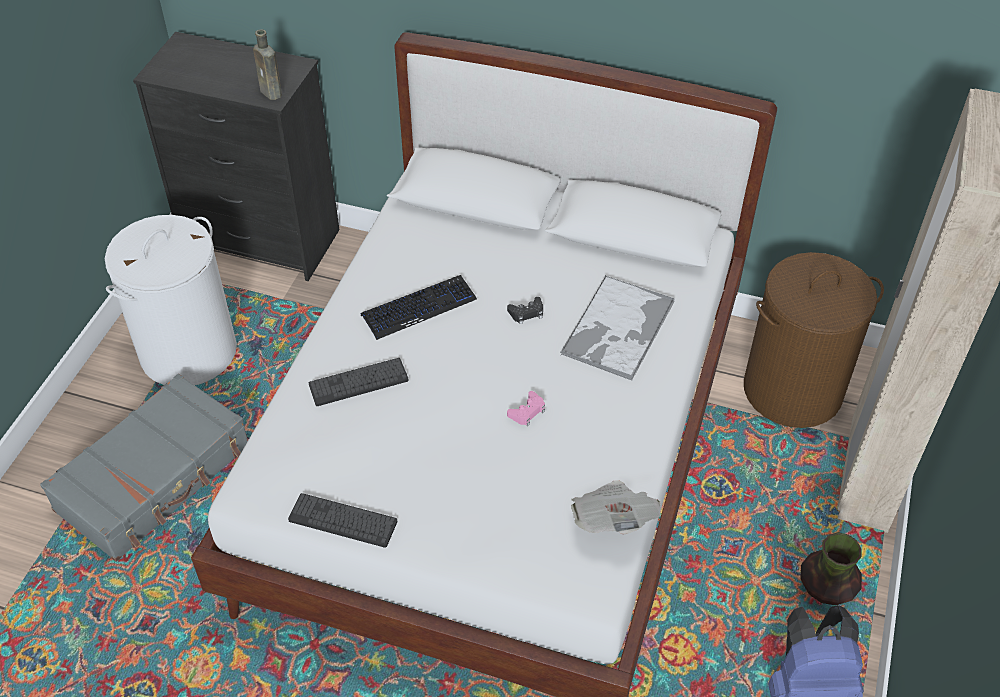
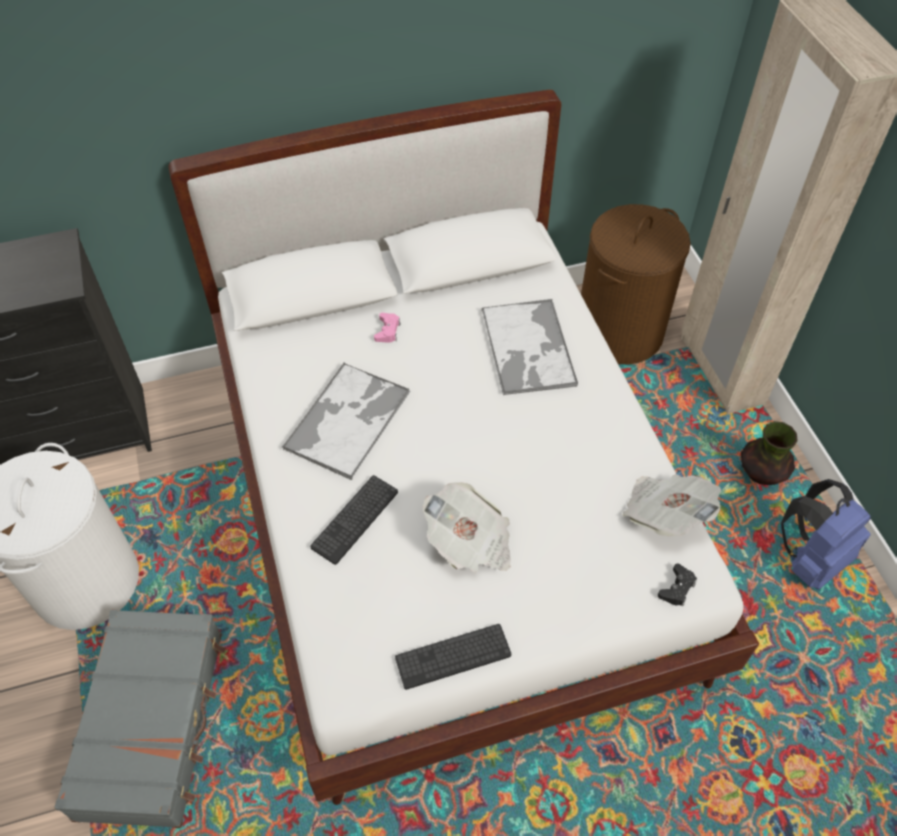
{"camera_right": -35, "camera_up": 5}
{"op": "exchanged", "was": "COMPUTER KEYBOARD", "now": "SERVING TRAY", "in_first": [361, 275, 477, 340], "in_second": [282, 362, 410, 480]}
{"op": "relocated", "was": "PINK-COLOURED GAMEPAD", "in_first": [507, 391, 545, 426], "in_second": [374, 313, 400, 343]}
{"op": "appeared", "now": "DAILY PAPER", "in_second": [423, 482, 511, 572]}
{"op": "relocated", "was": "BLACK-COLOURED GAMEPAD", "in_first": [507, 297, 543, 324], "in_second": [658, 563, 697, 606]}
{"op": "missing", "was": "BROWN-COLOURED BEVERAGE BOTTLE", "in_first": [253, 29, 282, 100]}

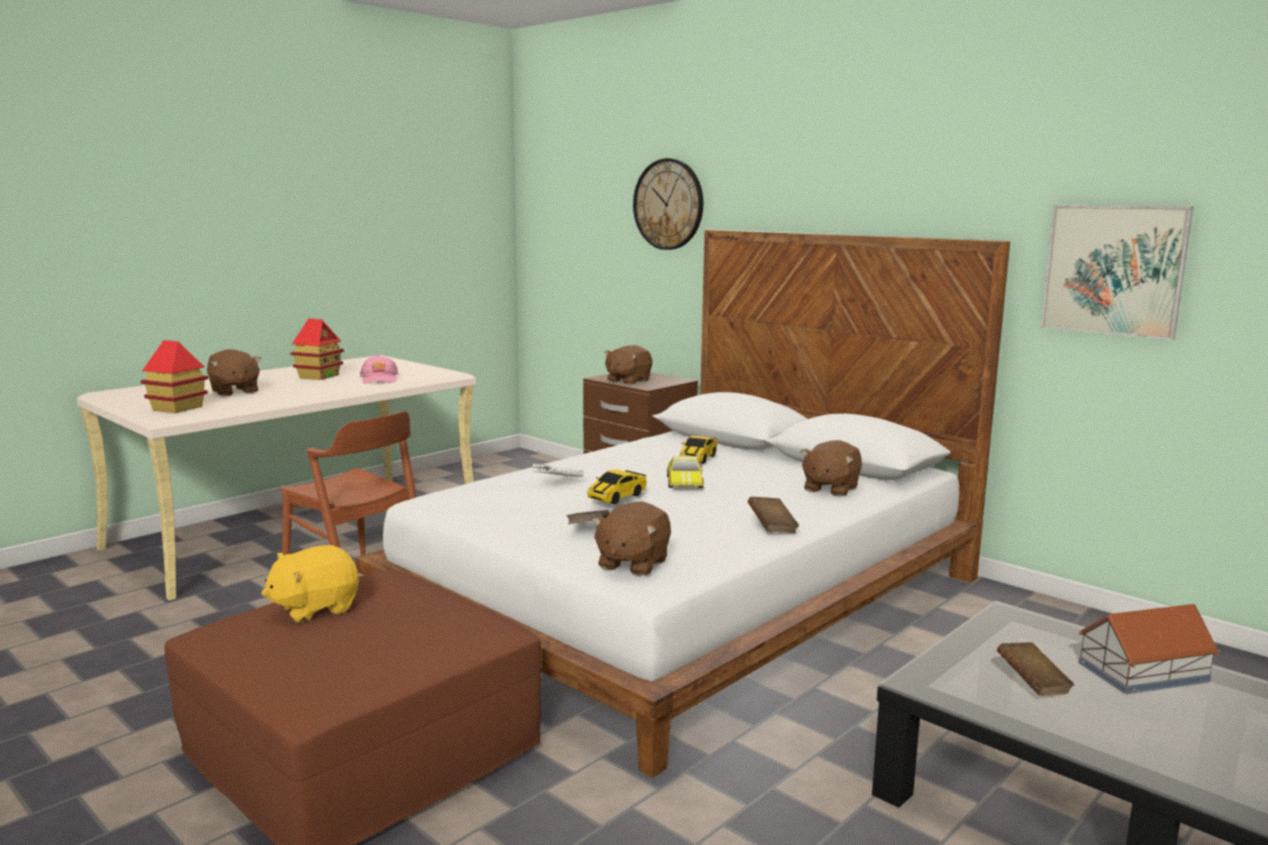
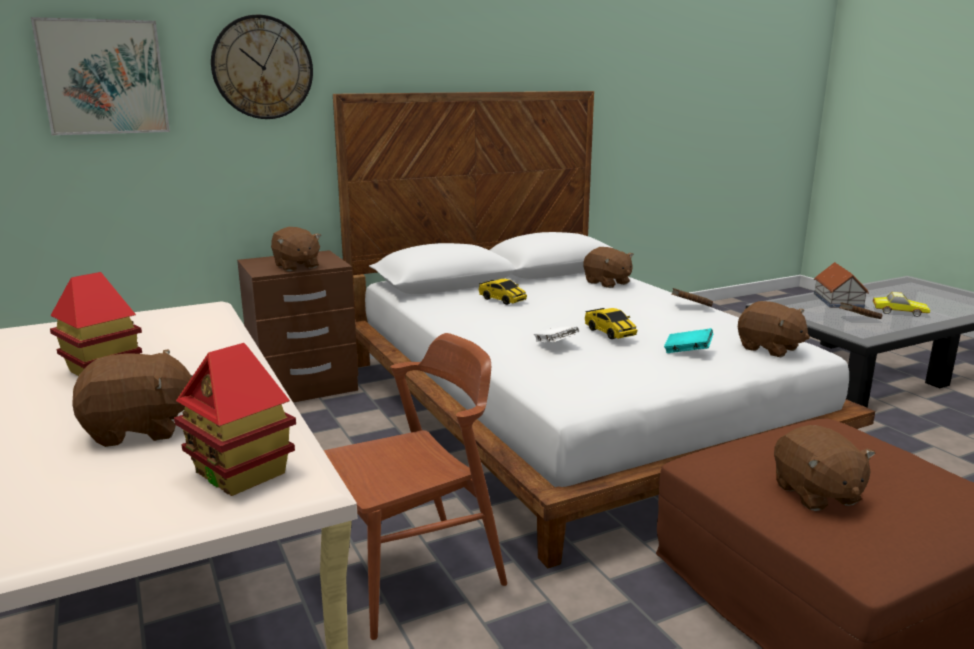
{"camera_right": -70, "camera_up": 5}
{"op": "relocated", "was": "WALL ART", "in_first": [1040, 205, 1194, 340], "in_second": [31, 17, 170, 135]}
{"op": "colour", "was": "BROWN-COLOURED BOOK", "now": "BLUE-GREEN BOOK", "in_first": [566, 510, 610, 524], "in_second": [664, 328, 713, 353]}
{"op": "colour", "was": "YELLOWISH SOFT TOY", "now": "BROWN-COLOURED SOFT TOY", "in_first": [261, 545, 359, 623], "in_second": [774, 425, 875, 511]}
{"op": "relocated", "was": "TOY CAR", "in_first": [667, 456, 704, 488], "in_second": [873, 292, 930, 317]}
{"op": "missing", "was": "PINK-COLOURED CAP", "in_first": [360, 355, 399, 384]}

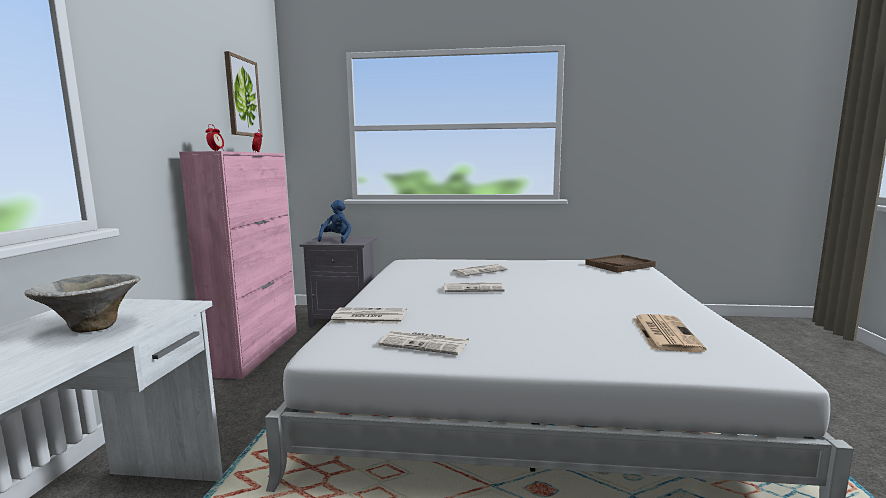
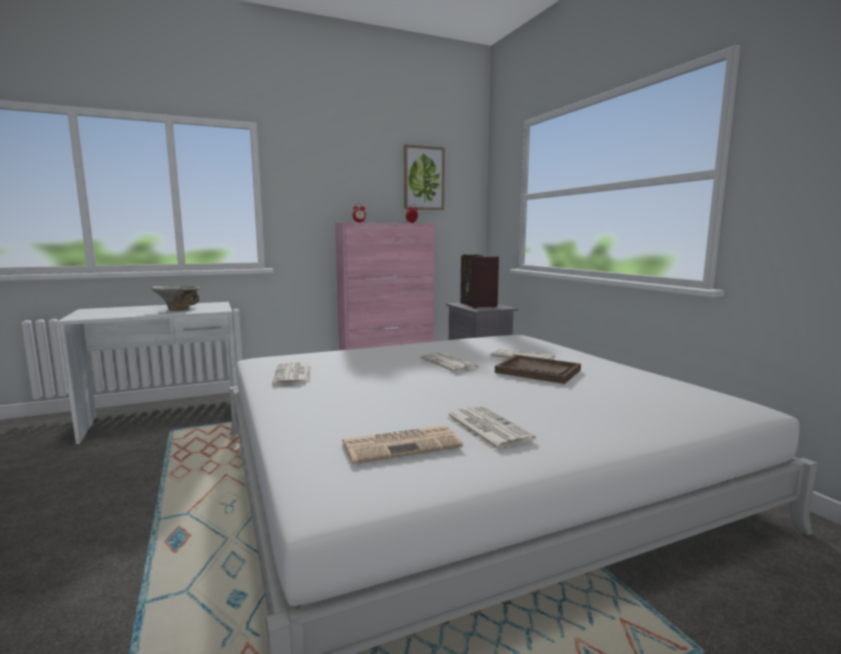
{"camera_right": 60, "camera_up": 0}
{"op": "relocated", "was": "DAILY PAPER", "in_first": [330, 307, 406, 324], "in_second": [445, 406, 536, 451]}
{"op": "exchanged", "was": "BLUISH SOFT TOY", "now": "RADIO RECEIVER", "in_first": [318, 200, 351, 243], "in_second": [460, 254, 499, 308]}
{"op": "relocated", "was": "BROWN-COLOURED SERVING TRAY", "in_first": [585, 254, 656, 273], "in_second": [495, 355, 581, 384]}

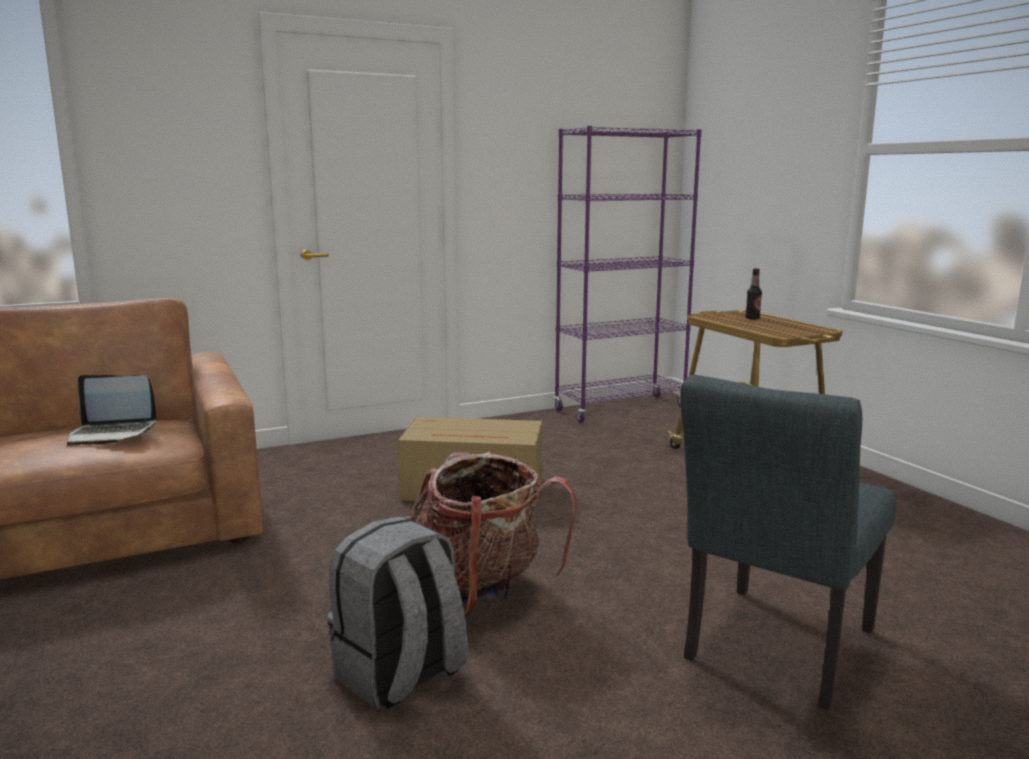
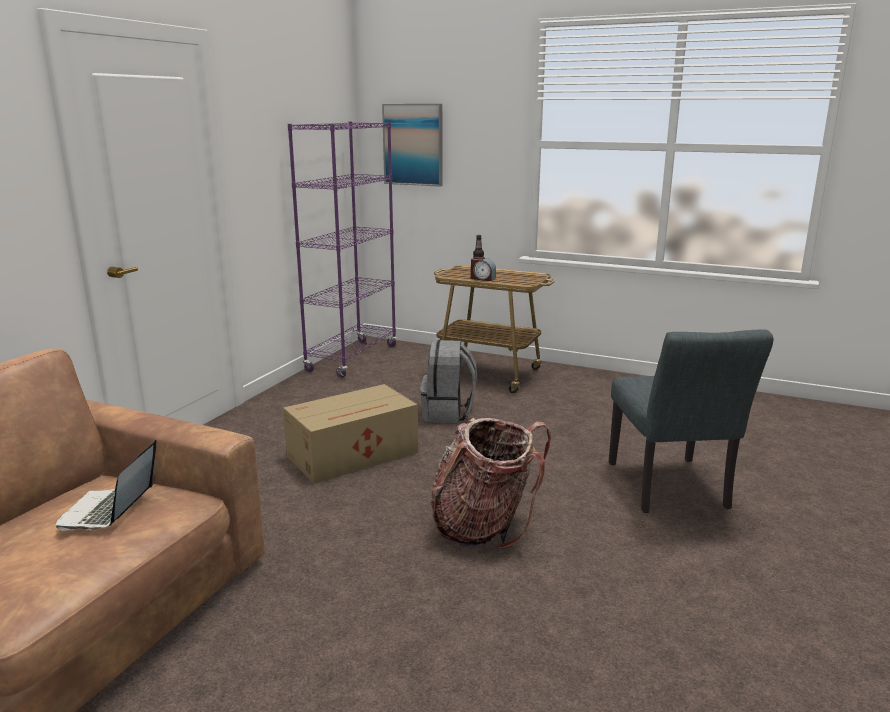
{"camera_right": -40, "camera_up": 5}
{"op": "spun", "was": "LAPTOP", "in_first": [67, 375, 157, 446], "in_second": [56, 440, 157, 530], "clockwise": 135}
{"op": "appeared", "now": "WALL ART", "in_second": [382, 104, 442, 187]}
{"op": "relocated", "was": "GRAY BACKPACK", "in_first": [328, 516, 468, 709], "in_second": [420, 340, 477, 423]}
{"op": "appeared", "now": "ALARM CLOCK", "in_second": [471, 257, 496, 281]}

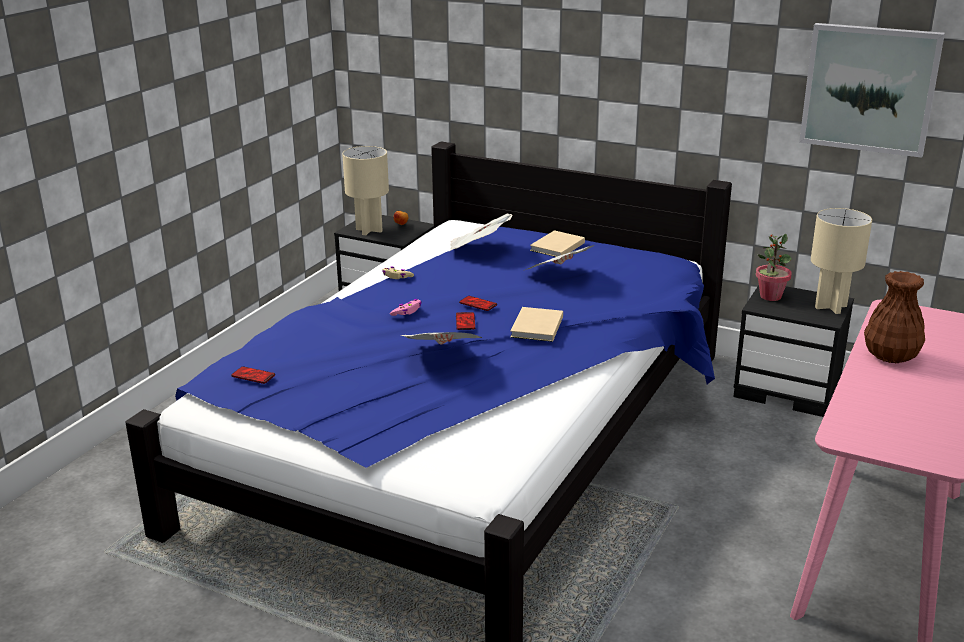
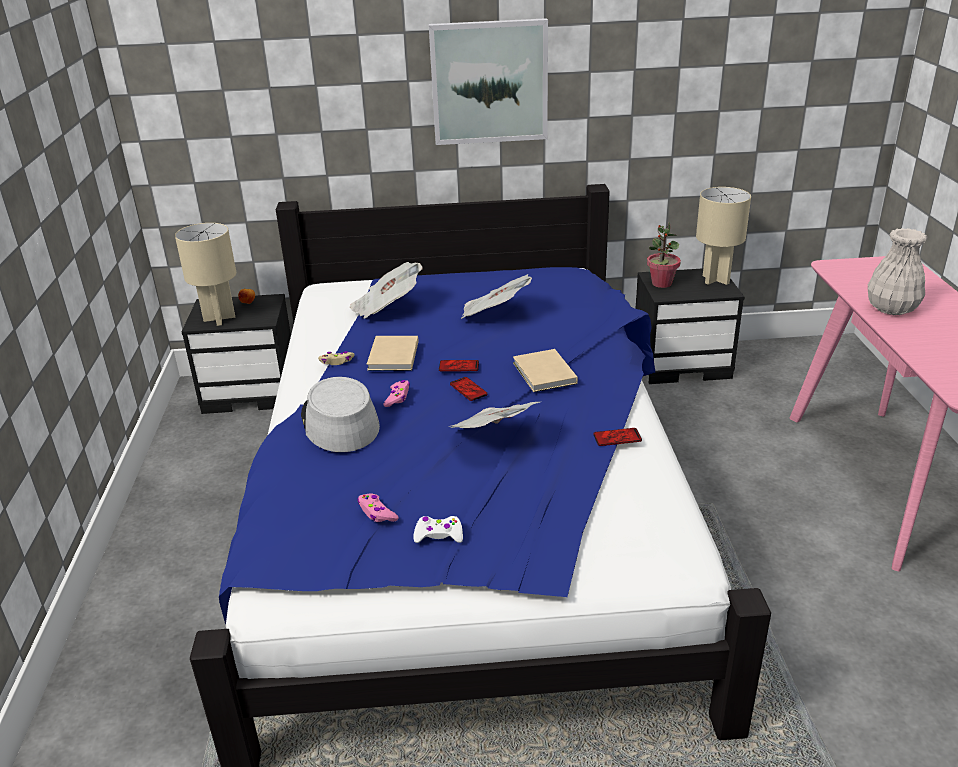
{"camera_right": -30, "camera_up": 5}
{"op": "appeared", "now": "GRAY HAT", "in_second": [301, 377, 380, 452]}
{"op": "appeared", "now": "PINK-COLOURED GAMEPAD", "in_second": [357, 494, 399, 522]}
{"op": "relocated", "was": "BEIGE-COLOURED BOOK", "in_first": [530, 230, 585, 257], "in_second": [367, 336, 418, 371]}
{"op": "appeared", "now": "WHITE-COLOURED GAMEPAD", "in_second": [413, 516, 463, 543]}
{"op": "relocated", "was": "WALL ART", "in_first": [799, 23, 945, 158], "in_second": [429, 18, 548, 145]}
{"op": "relocated", "was": "HANDSET", "in_first": [231, 366, 275, 384], "in_second": [593, 428, 642, 446]}
{"op": "colour", "was": "BROWN-COLOURED FLOWER VASE", "now": "WHITE-COLOURED FLOWER VASE", "in_first": [864, 271, 925, 363], "in_second": [867, 228, 927, 315]}

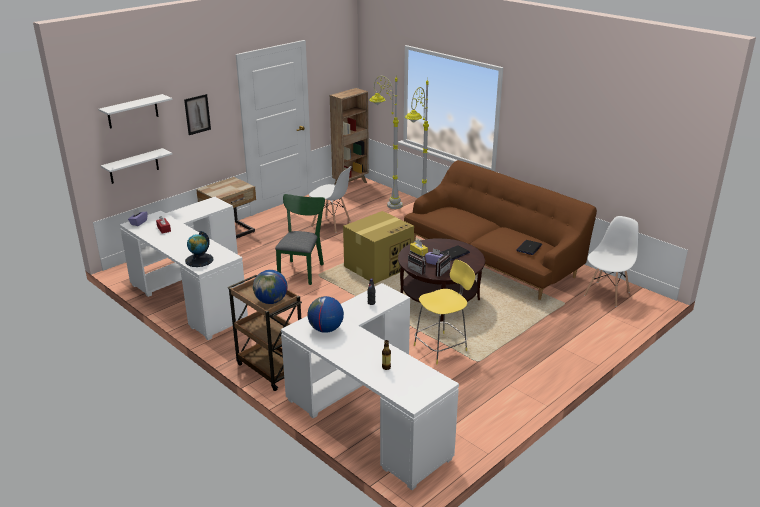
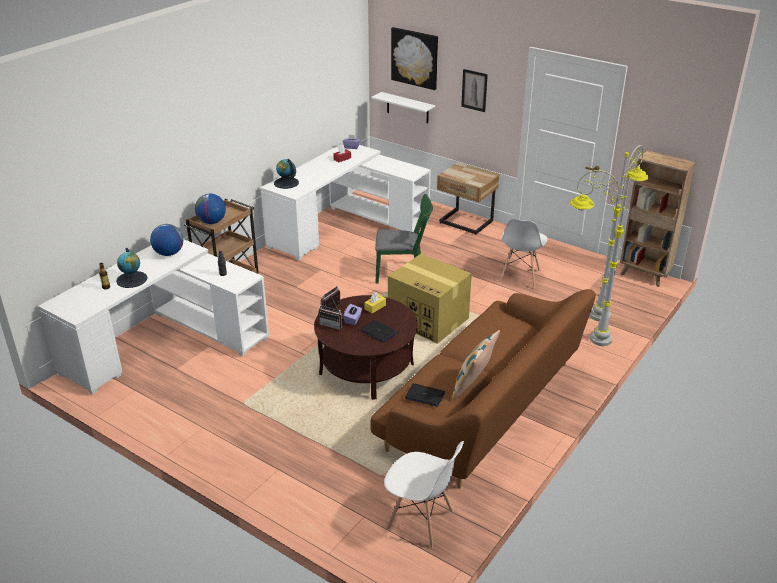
{"camera_right": 80, "camera_up": 5}
{"op": "appeared", "now": "GLOBE", "in_second": [116, 248, 148, 288]}
{"op": "exchanged", "was": "WHITE-COLOURED BRACKET SHELF", "now": "WALL ART", "in_first": [98, 94, 172, 129], "in_second": [391, 27, 438, 90]}
{"op": "appeared", "now": "THROW PILLOW", "in_second": [452, 330, 500, 400]}
{"op": "missing", "was": "YELLOWISH STOOL SEAT", "in_first": [414, 260, 475, 364]}

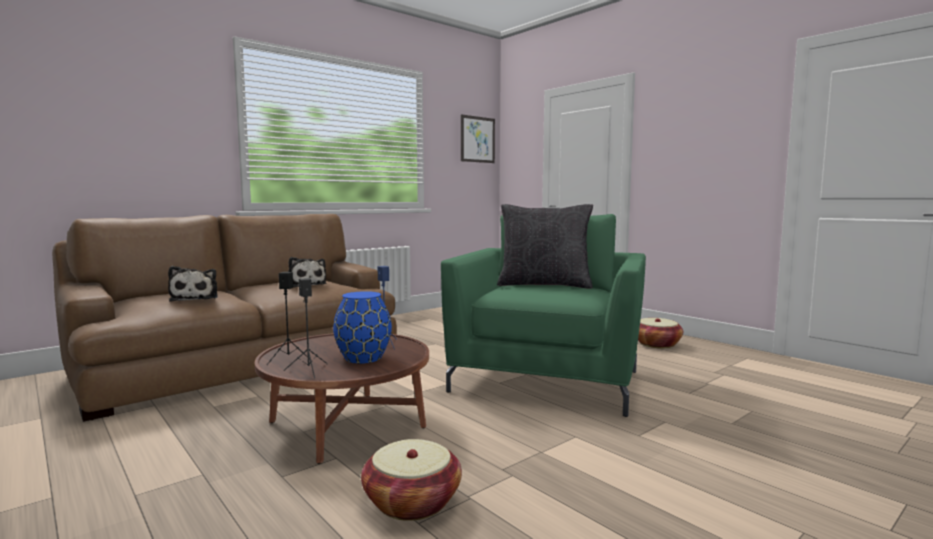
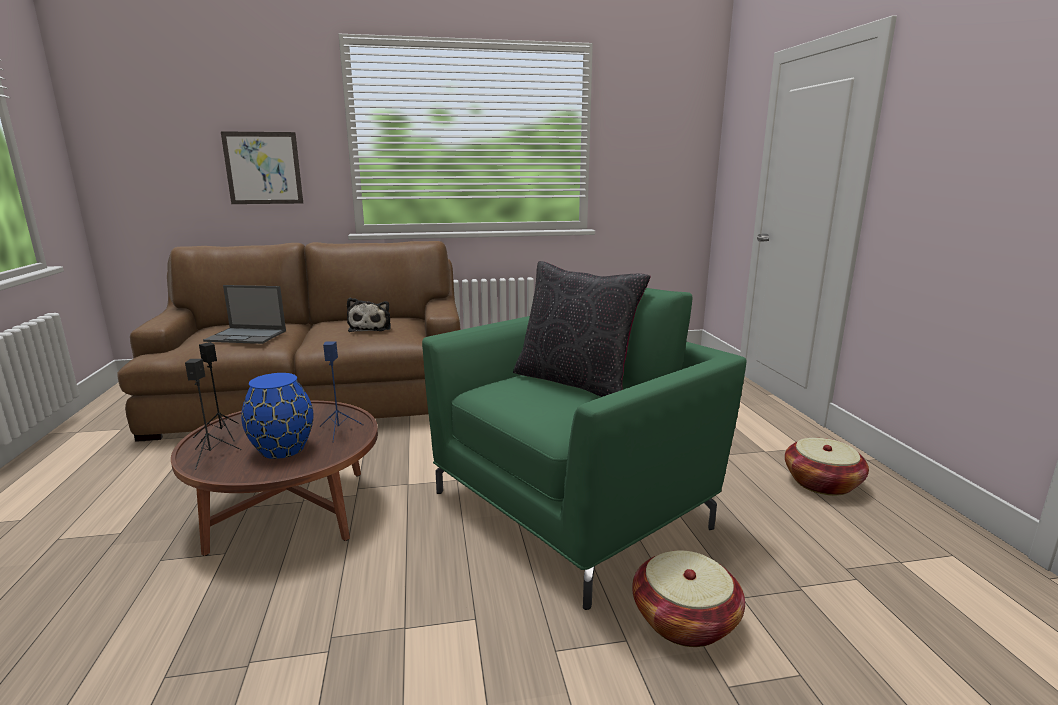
{"camera_right": 30, "camera_up": 10}
{"op": "exchanged", "was": "SOFT TOY", "now": "LAPTOP", "in_first": [168, 266, 217, 302], "in_second": [203, 285, 286, 344]}
{"op": "relocated", "was": "WALL ART", "in_first": [461, 114, 495, 163], "in_second": [221, 131, 303, 204]}
{"op": "relocated", "was": "STORAGE BASKET", "in_first": [361, 439, 462, 521], "in_second": [632, 551, 745, 647]}

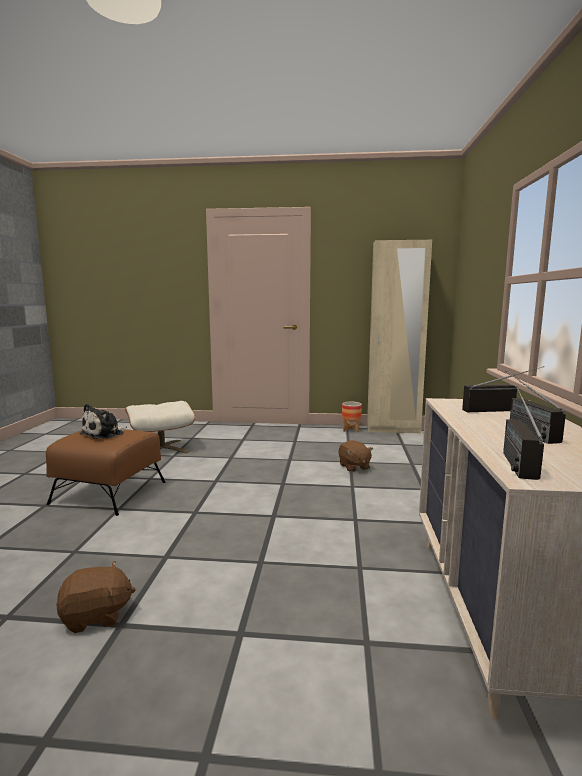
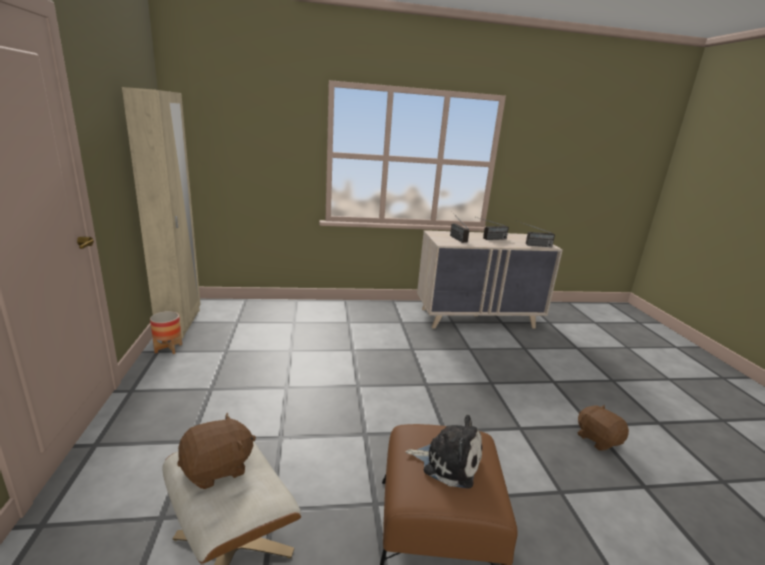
{"camera_right": -105, "camera_up": 10}
{"op": "relocated", "was": "BROWN-COLOURED SOFT TOY", "in_first": [338, 440, 373, 472], "in_second": [177, 413, 256, 489]}

